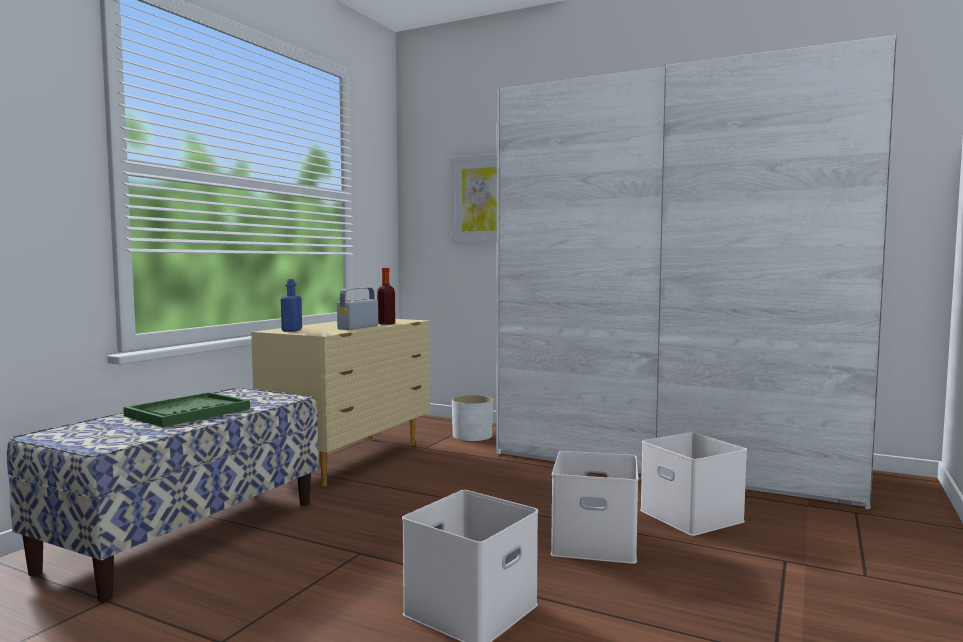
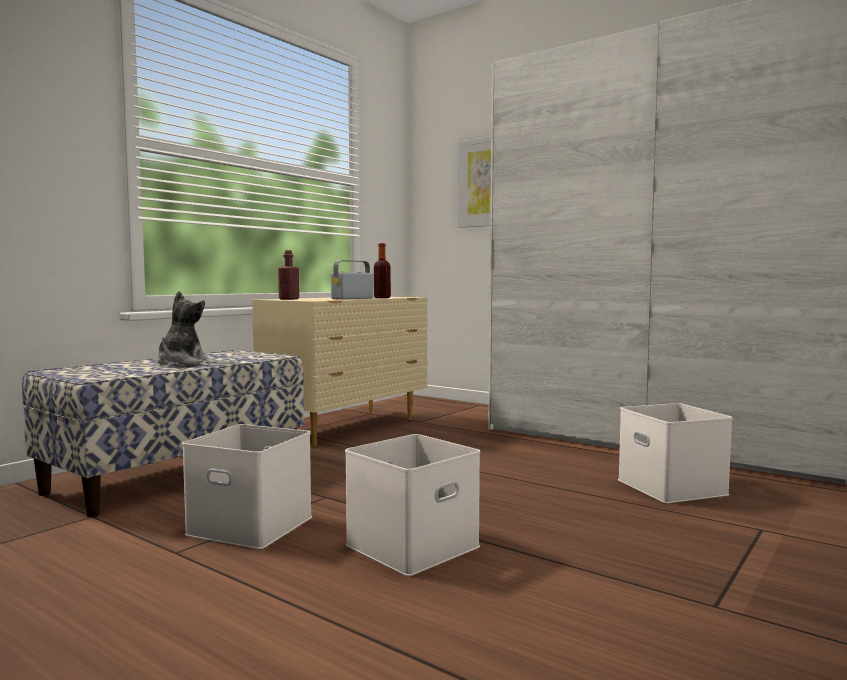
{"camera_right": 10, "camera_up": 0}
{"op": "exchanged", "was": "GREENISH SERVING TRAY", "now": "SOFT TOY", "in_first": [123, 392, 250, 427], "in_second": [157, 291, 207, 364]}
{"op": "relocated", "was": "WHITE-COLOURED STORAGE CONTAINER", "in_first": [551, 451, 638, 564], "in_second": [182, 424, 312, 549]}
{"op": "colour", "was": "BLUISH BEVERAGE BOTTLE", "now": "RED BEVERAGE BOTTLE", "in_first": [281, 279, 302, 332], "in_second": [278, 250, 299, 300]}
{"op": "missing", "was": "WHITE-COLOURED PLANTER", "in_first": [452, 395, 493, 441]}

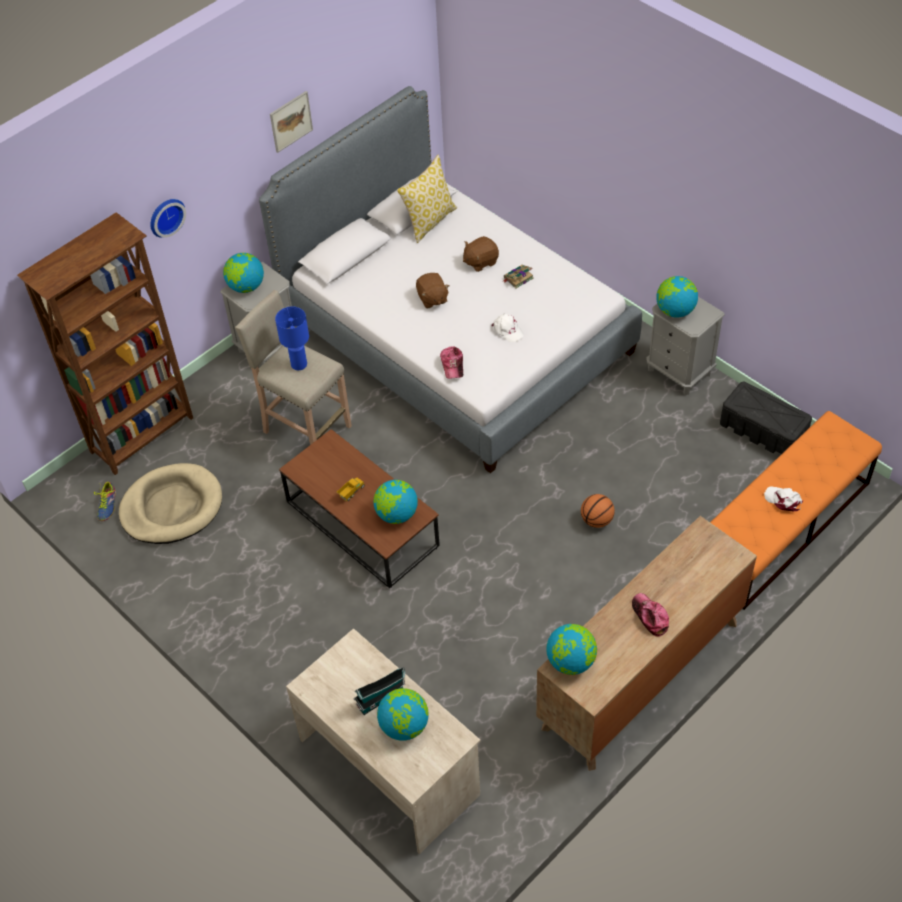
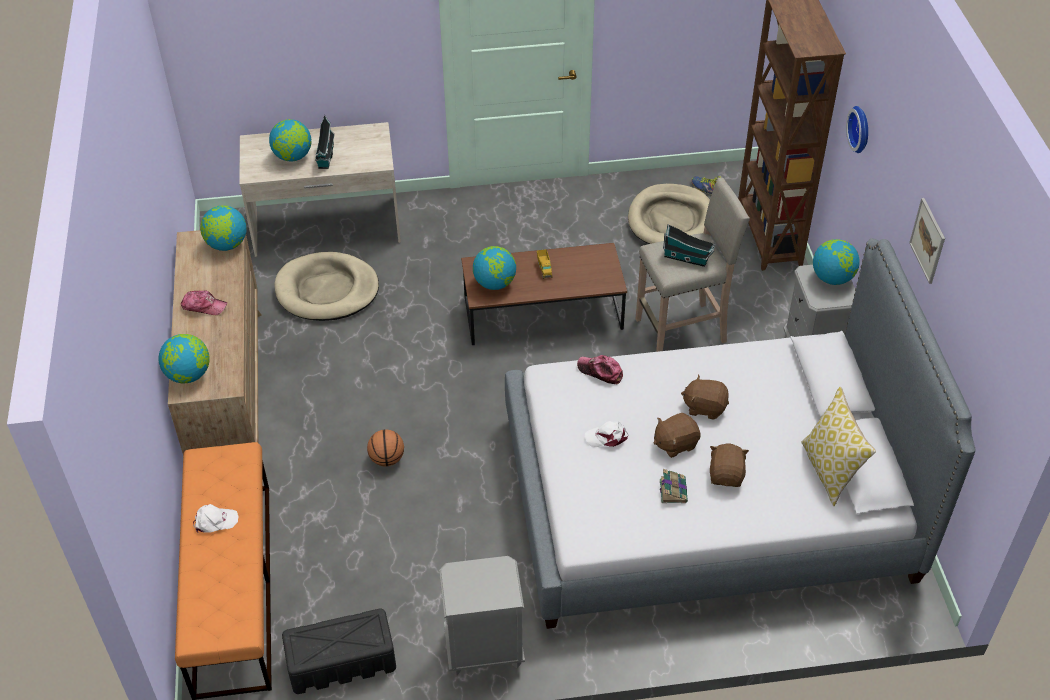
{"camera_right": 125, "camera_up": -5}
{"op": "relocated", "was": "GLOBE", "in_first": [656, 276, 698, 318], "in_second": [158, 334, 210, 383]}
{"op": "appeared", "now": "BEIGE-COLOURED DOG CUSHION", "in_second": [274, 252, 379, 321]}
{"op": "appeared", "now": "BROWN-COLOURED SOFT TOY", "in_second": [654, 413, 700, 458]}
{"op": "exchanged", "was": "BLUISH TABLETOP LAMP", "now": "MINIATURE HOUSE", "in_first": [275, 307, 309, 370], "in_second": [663, 224, 716, 267]}

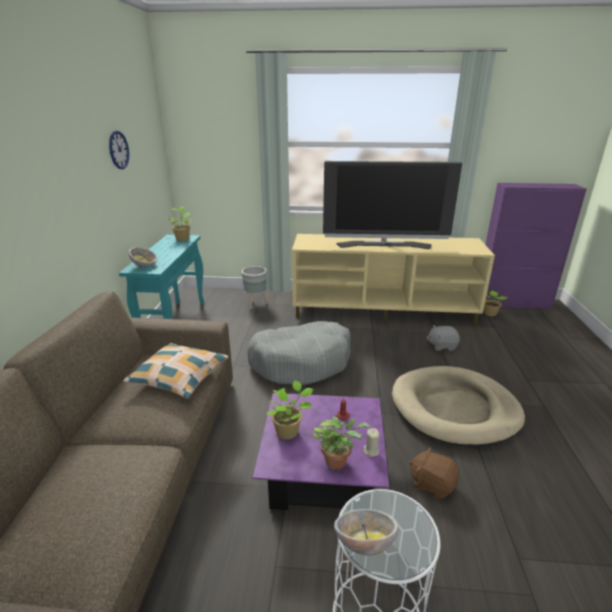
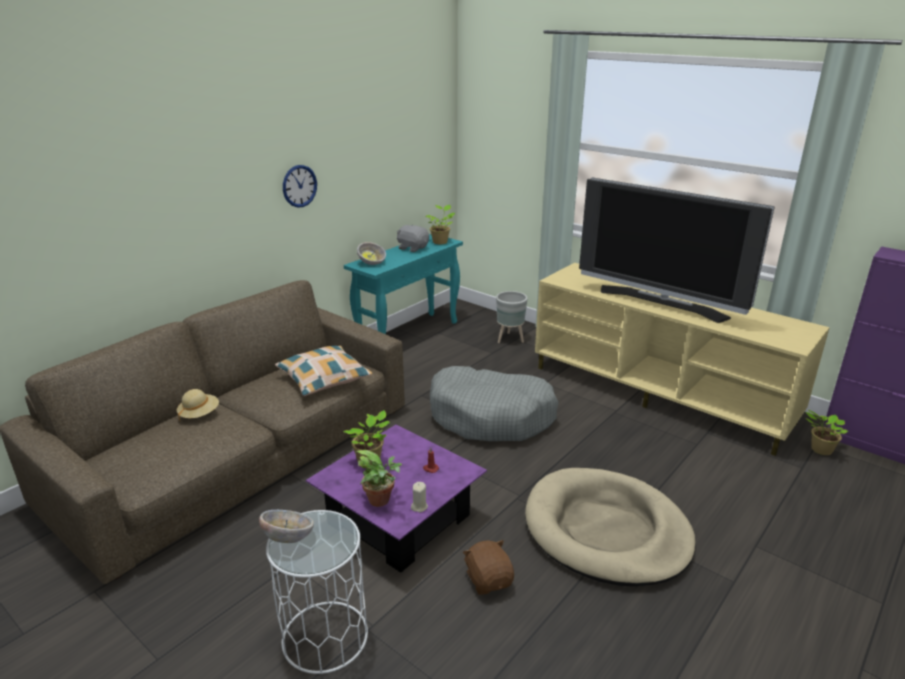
{"camera_right": 35, "camera_up": 0}
{"op": "appeared", "now": "BEIGE-COLOURED HAT", "in_second": [177, 389, 219, 421]}
{"op": "relocated", "was": "CLOCK ON THE WALL", "in_first": [109, 130, 129, 169], "in_second": [283, 165, 317, 208]}
{"op": "relocated", "was": "GRAY SOFT TOY", "in_first": [427, 325, 460, 351], "in_second": [397, 225, 429, 252]}

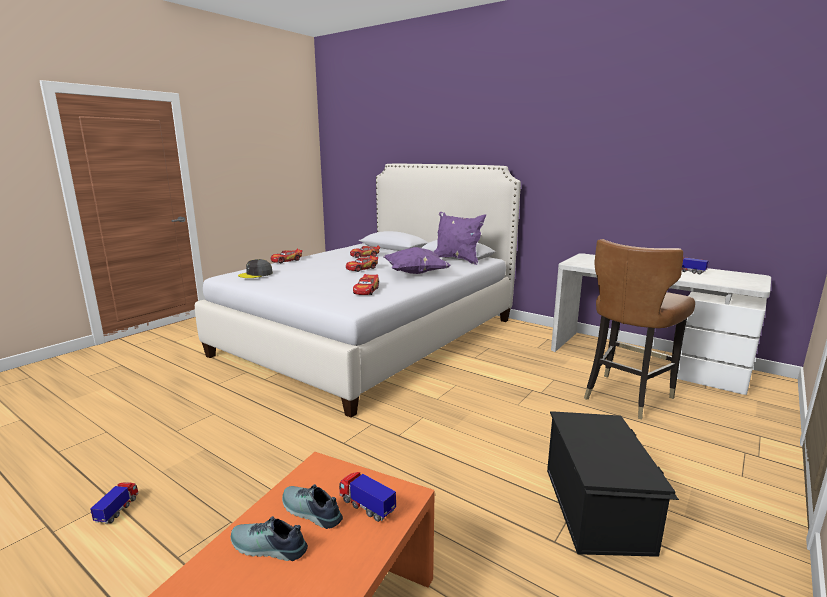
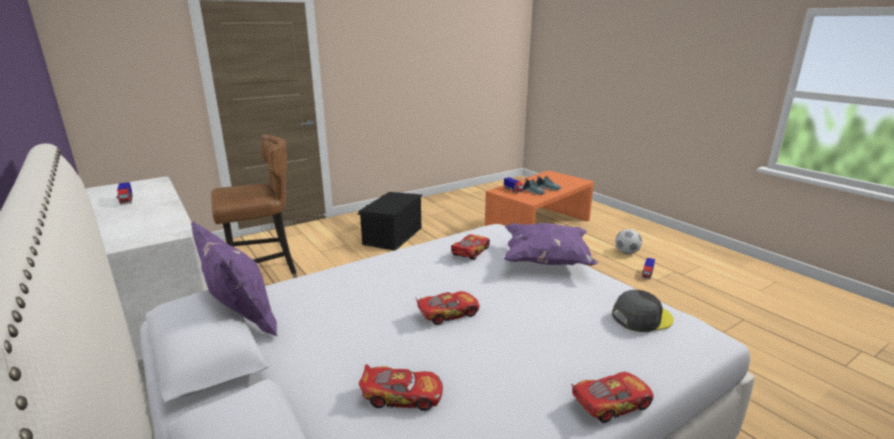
{"camera_right": -160, "camera_up": 5}
{"op": "relocated", "was": "PURPLE-COLOURED THROW PILLOW", "in_first": [383, 247, 450, 274], "in_second": [504, 223, 598, 266]}
{"op": "appeared", "now": "FOOTBALL BALL", "in_second": [615, 229, 642, 254]}

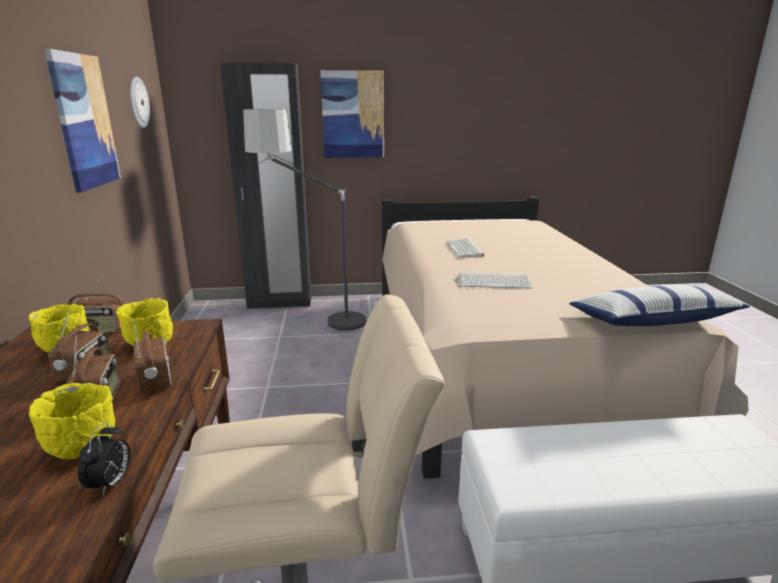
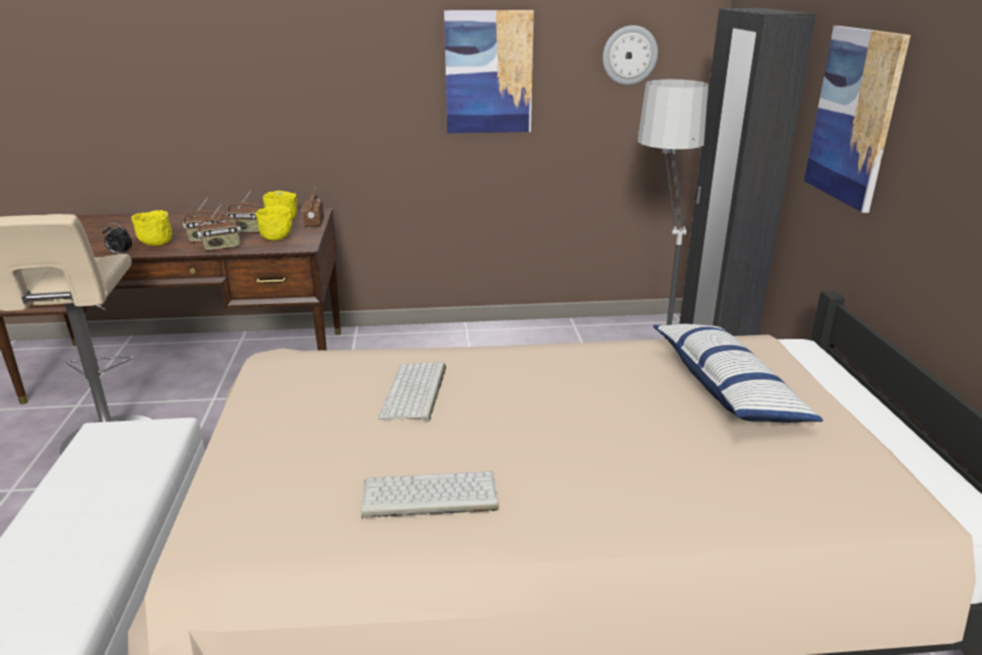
{"camera_right": 90, "camera_up": 5}
{"op": "relocated", "was": "COMPUTER KEYBOARD", "in_first": [446, 238, 484, 257], "in_second": [361, 471, 498, 518]}
{"op": "relocated", "was": "THROW PILLOW", "in_first": [569, 285, 750, 326], "in_second": [653, 324, 823, 423]}

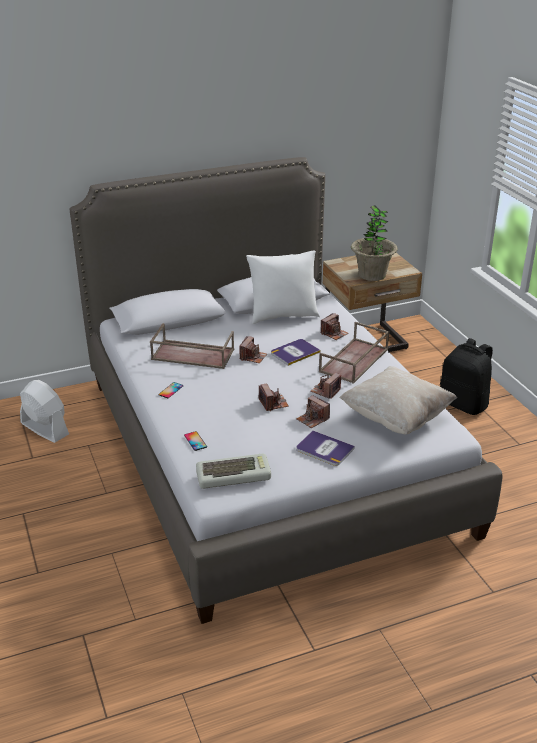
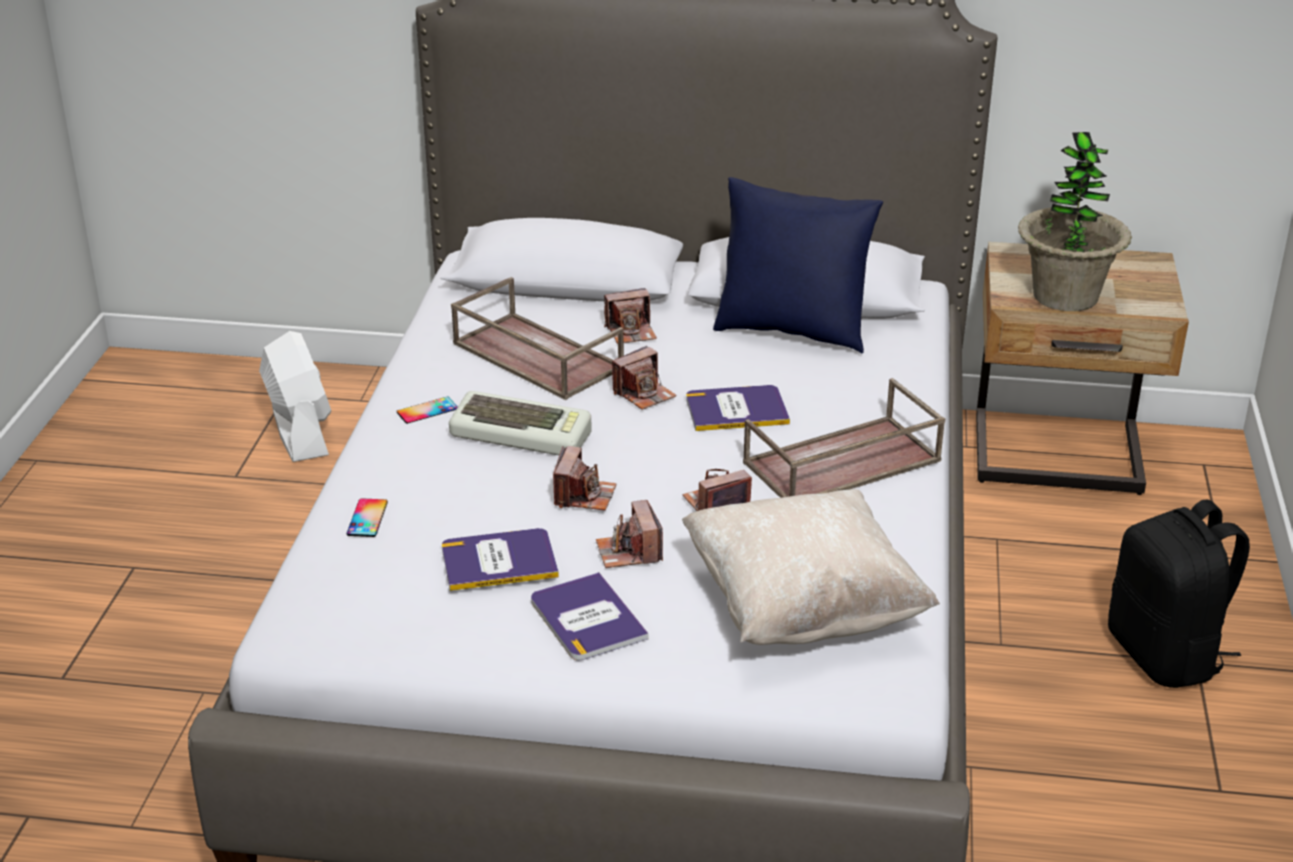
{"camera_right": 30, "camera_up": 0}
{"op": "appeared", "now": "BOOK", "in_second": [442, 528, 559, 591]}
{"op": "relocated", "was": "COMPUTER KEYBOARD", "in_first": [196, 454, 271, 489], "in_second": [449, 391, 592, 455]}
{"op": "relocated", "was": "STILL CAMERA", "in_first": [321, 313, 348, 340], "in_second": [604, 288, 657, 344]}
{"op": "colour", "was": "WHITE-COLOURED THROW PILLOW", "now": "BLUISH THROW PILLOW", "in_first": [246, 251, 320, 324], "in_second": [713, 177, 883, 354]}

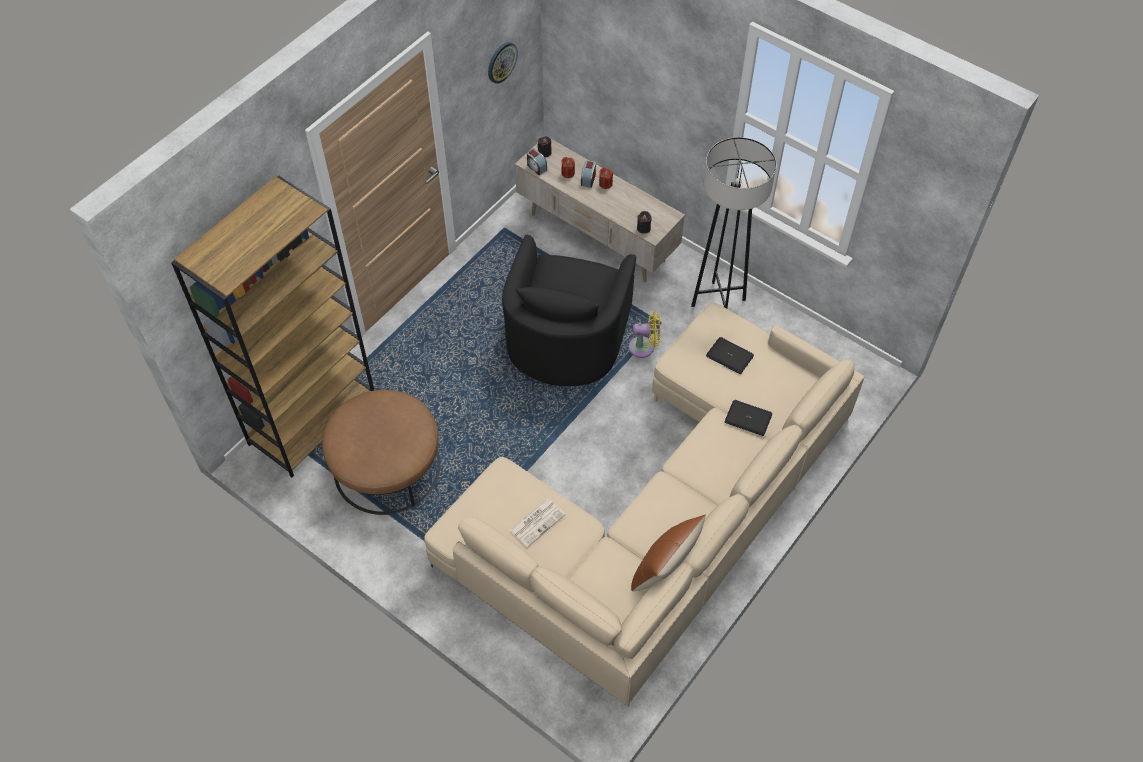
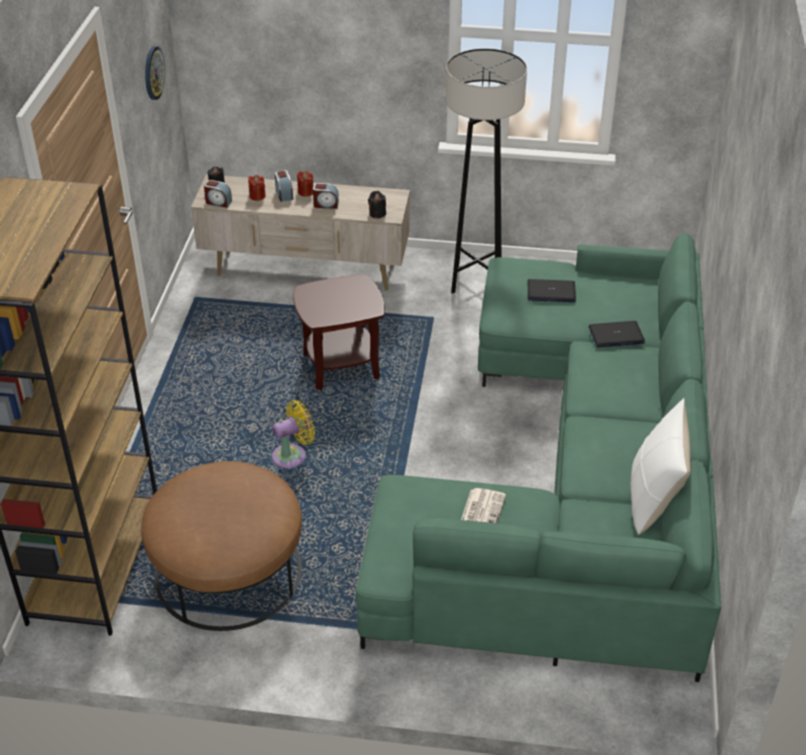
{"camera_right": -30, "camera_up": -15}
{"op": "relocated", "was": "YELLOWISH COOLING FAN", "in_first": [629, 312, 660, 358], "in_second": [272, 400, 315, 468]}
{"op": "exchanged", "was": "BLACK-COLOURED EASY CHAIR", "now": "BROWN-COLOURED END TABLE", "in_first": [502, 235, 636, 386], "in_second": [293, 274, 385, 390]}
{"op": "appeared", "now": "ALARM CLOCK", "in_second": [313, 183, 339, 209]}
{"op": "colour", "was": "BEIGE-COLOURED COUCH", "now": "GREENISH COUCH", "in_first": [424, 302, 865, 708], "in_second": [356, 233, 721, 682]}
{"op": "colour", "was": "BROWN-COLOURED THROW PILLOW", "now": "WHITE-COLOURED THROW PILLOW", "in_first": [631, 515, 706, 591], "in_second": [630, 398, 691, 535]}

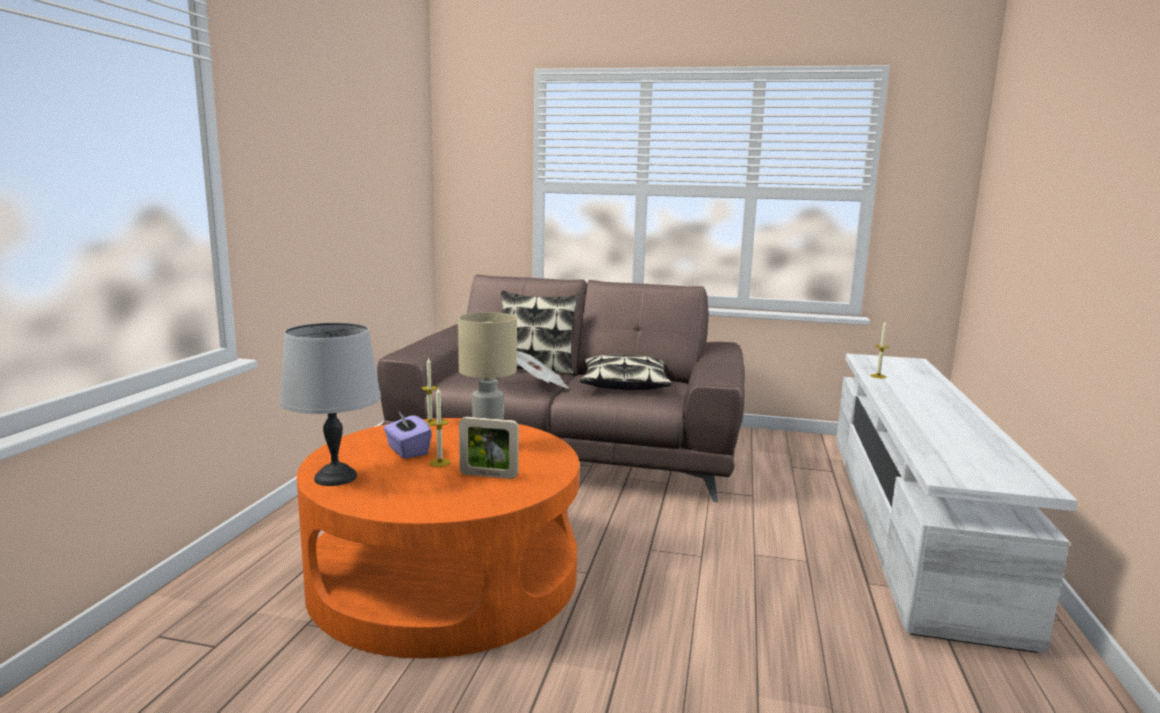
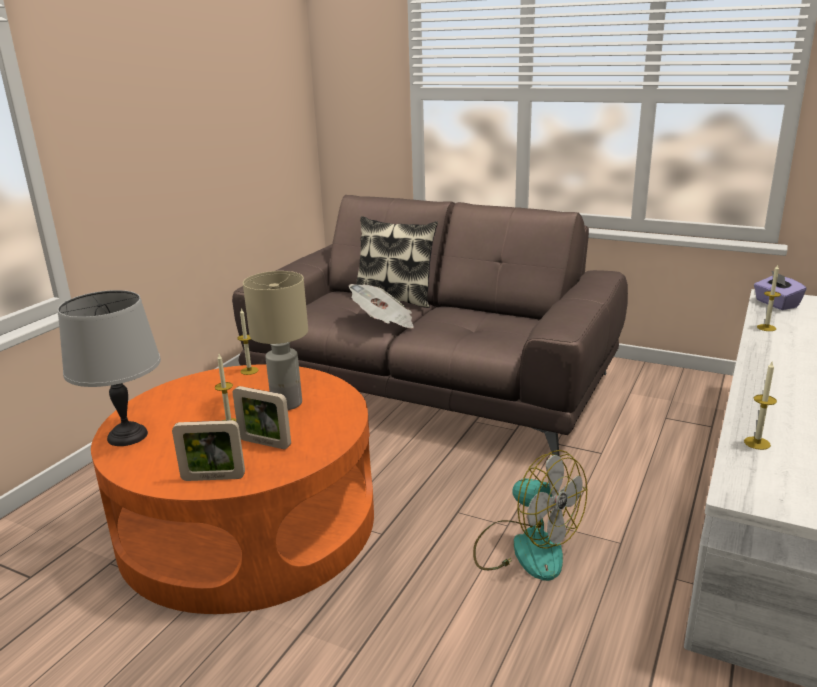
{"camera_right": 15, "camera_up": 10}
{"op": "appeared", "now": "STANDING FRAME", "in_second": [172, 420, 245, 481]}
{"op": "appeared", "now": "COOLING FAN", "in_second": [473, 450, 587, 581]}
{"op": "appeared", "now": "WAX LIGHT", "in_second": [744, 362, 777, 450]}
{"op": "relocated", "was": "PURPLE-COLOURED TISSUE HOLDER", "in_first": [383, 412, 432, 459], "in_second": [754, 271, 807, 310]}
{"op": "missing", "was": "THROW PILLOW", "in_first": [580, 355, 671, 390]}

